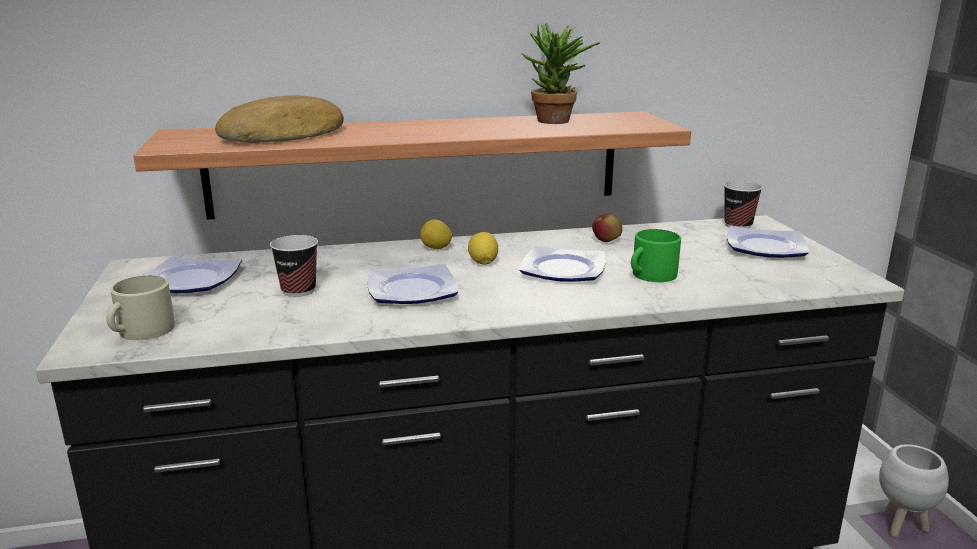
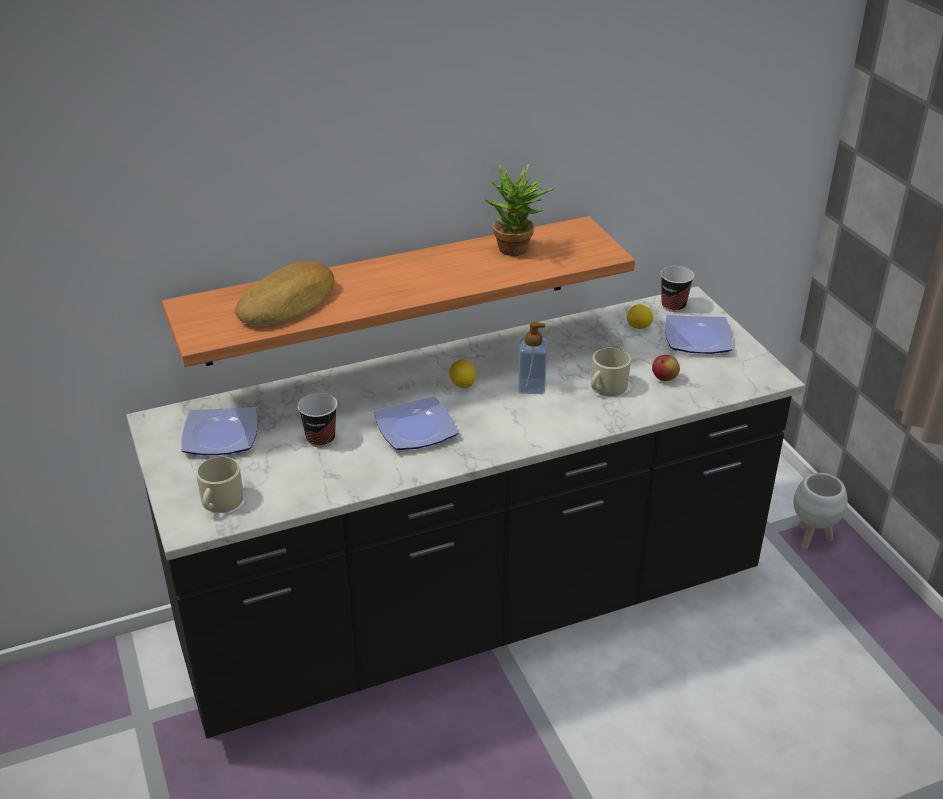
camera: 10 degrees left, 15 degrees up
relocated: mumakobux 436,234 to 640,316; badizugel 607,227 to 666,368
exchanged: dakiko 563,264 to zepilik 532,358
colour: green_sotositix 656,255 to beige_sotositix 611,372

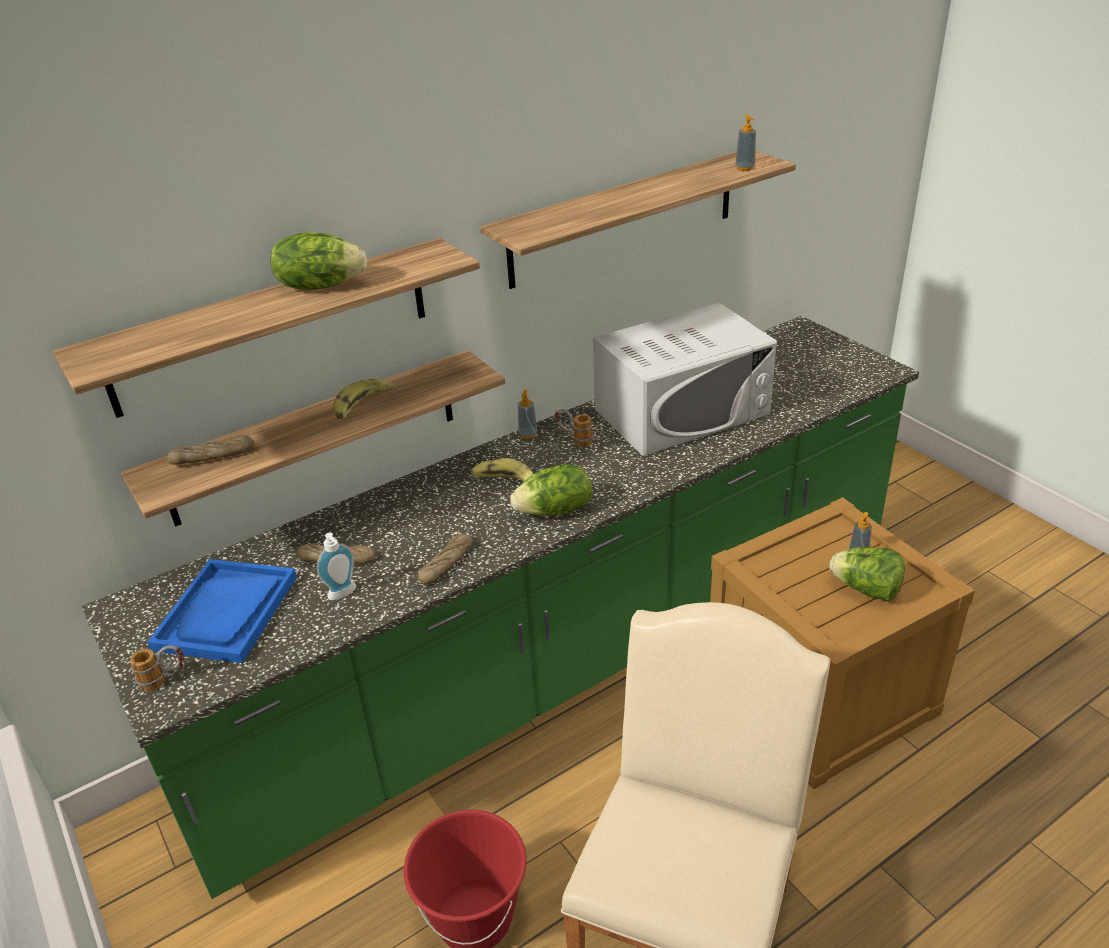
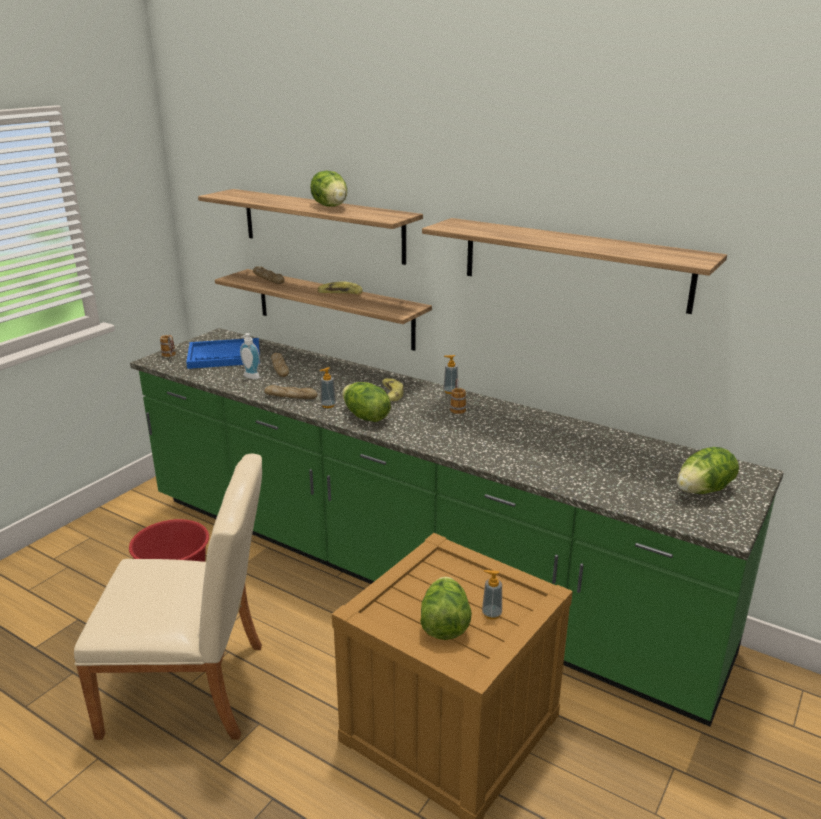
camera: 65 degrees right, 10 degrees down
missing: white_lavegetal 685,379
appeared: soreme 708,470
relocated: zepilik 745,142 to 328,387

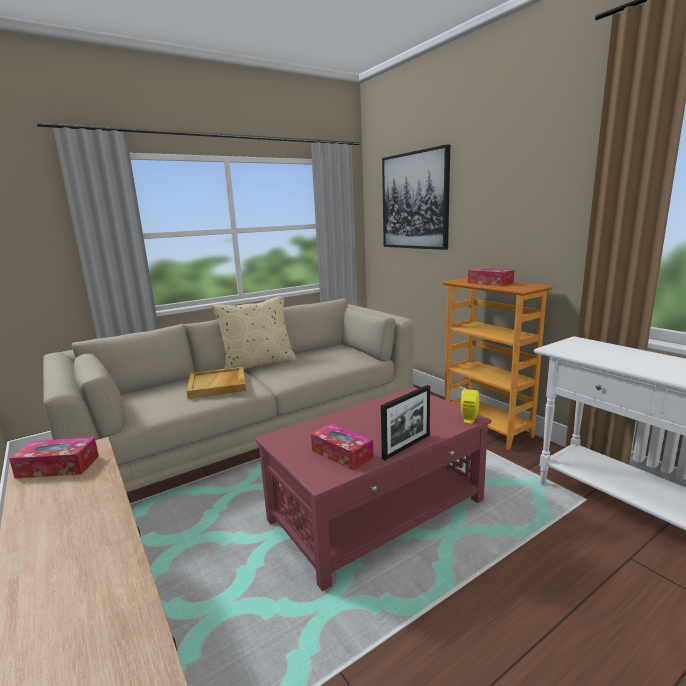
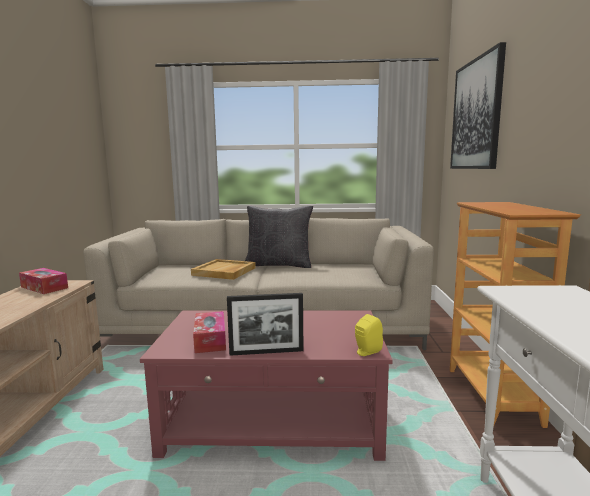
camera: 35 degrees right, 5 degrees down
missing: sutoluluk 491,277
colour: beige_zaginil 254,333 to black_zaginil 279,237

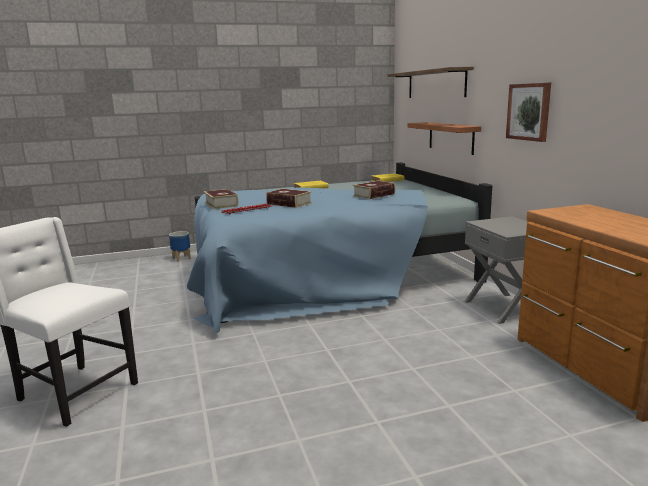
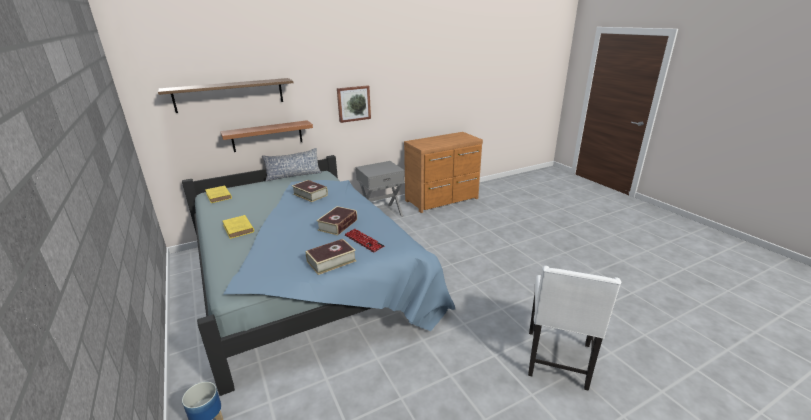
camera: 100 degrees left, 10 degrees up
appeared: zaginil 292,165

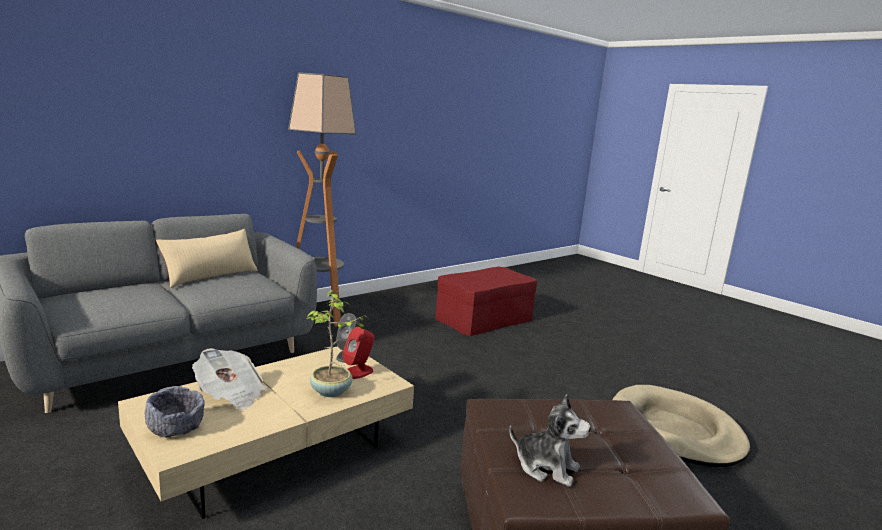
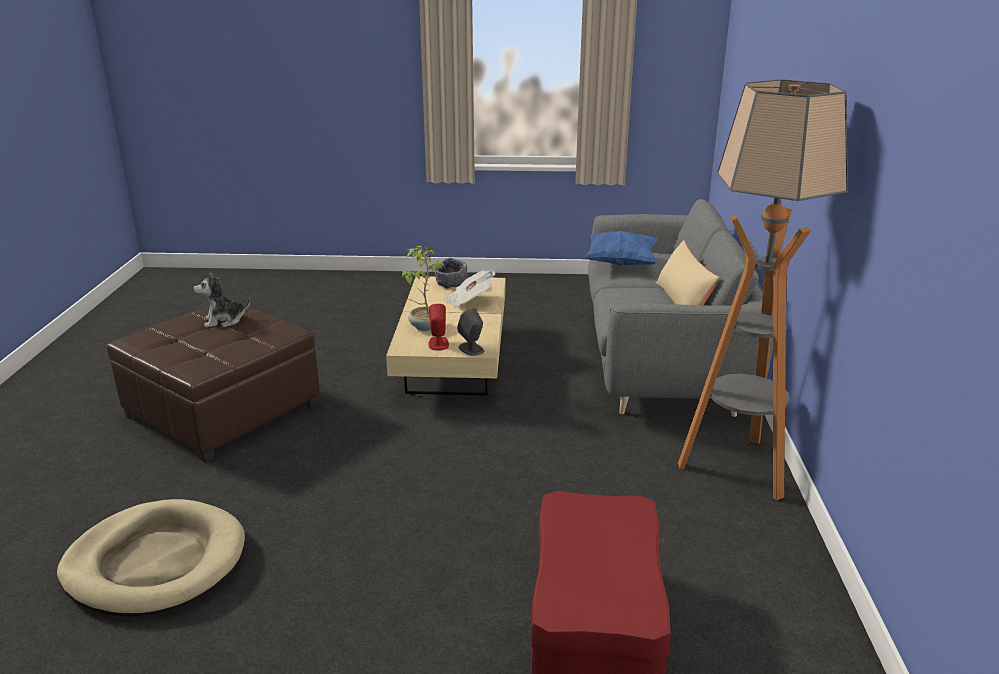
camera: 135 degrees right, 10 degrees up
appeared: blue_zaginil 621,248

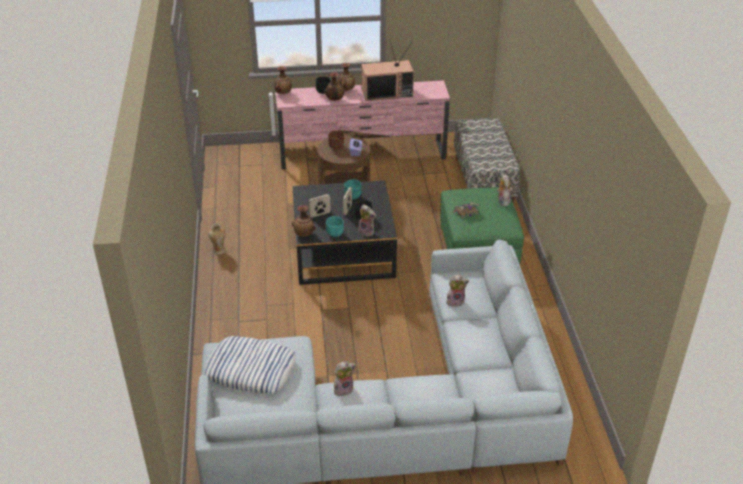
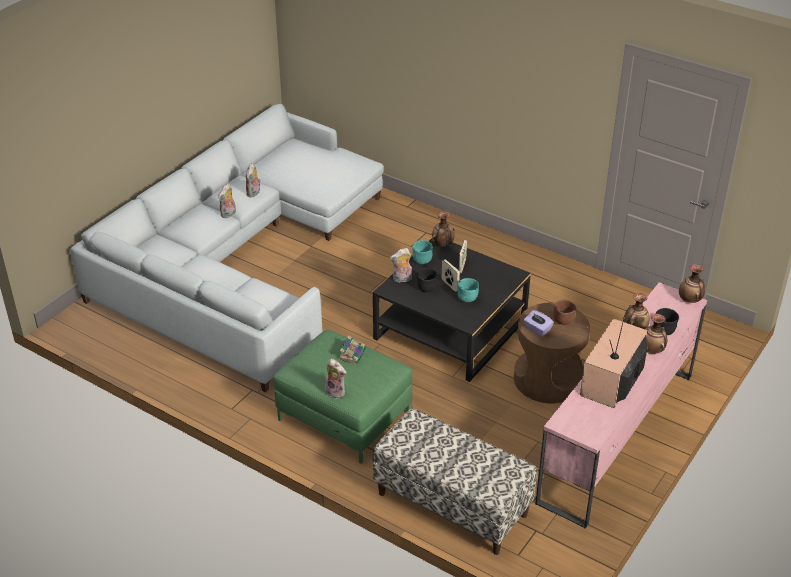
camera: 130 degrees right, 0 degrees up
missing: zaginil 250,365; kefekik 216,238
relocated: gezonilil 457,291 to 227,201

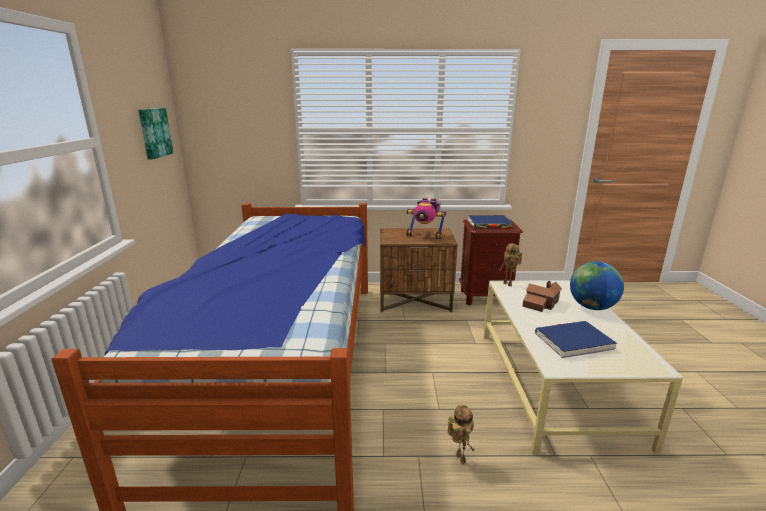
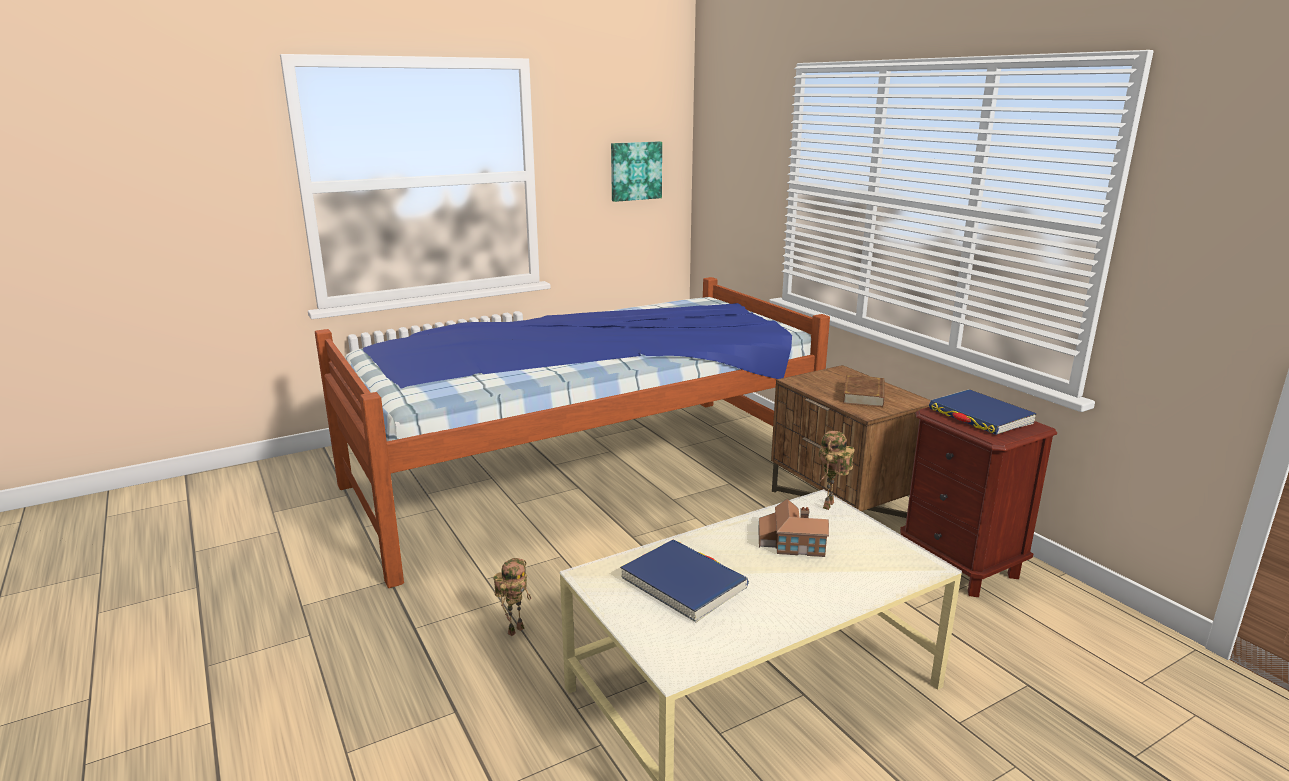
camera: 60 degrees right, 0 degrees up
missing: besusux 597,285
exchanged: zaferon 426,218 to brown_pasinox 864,391

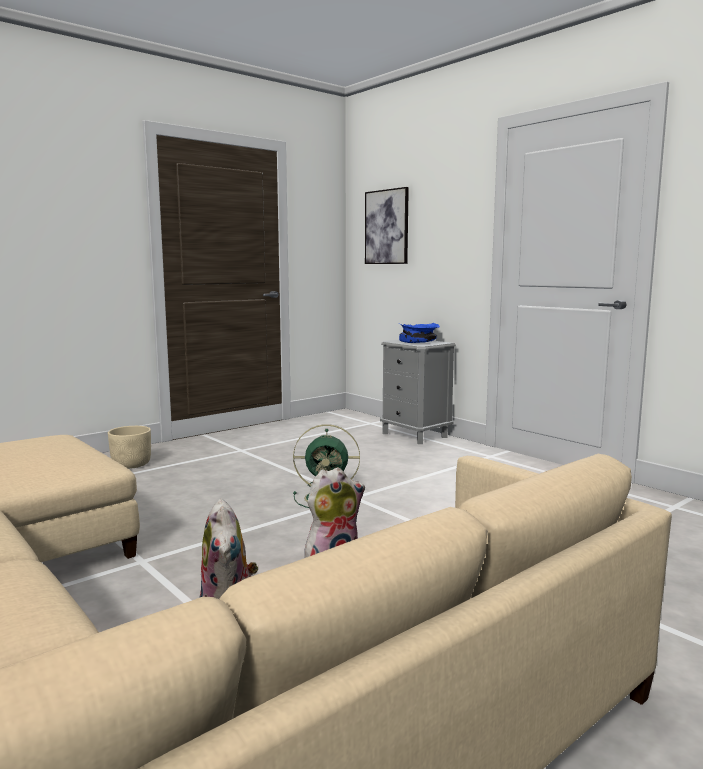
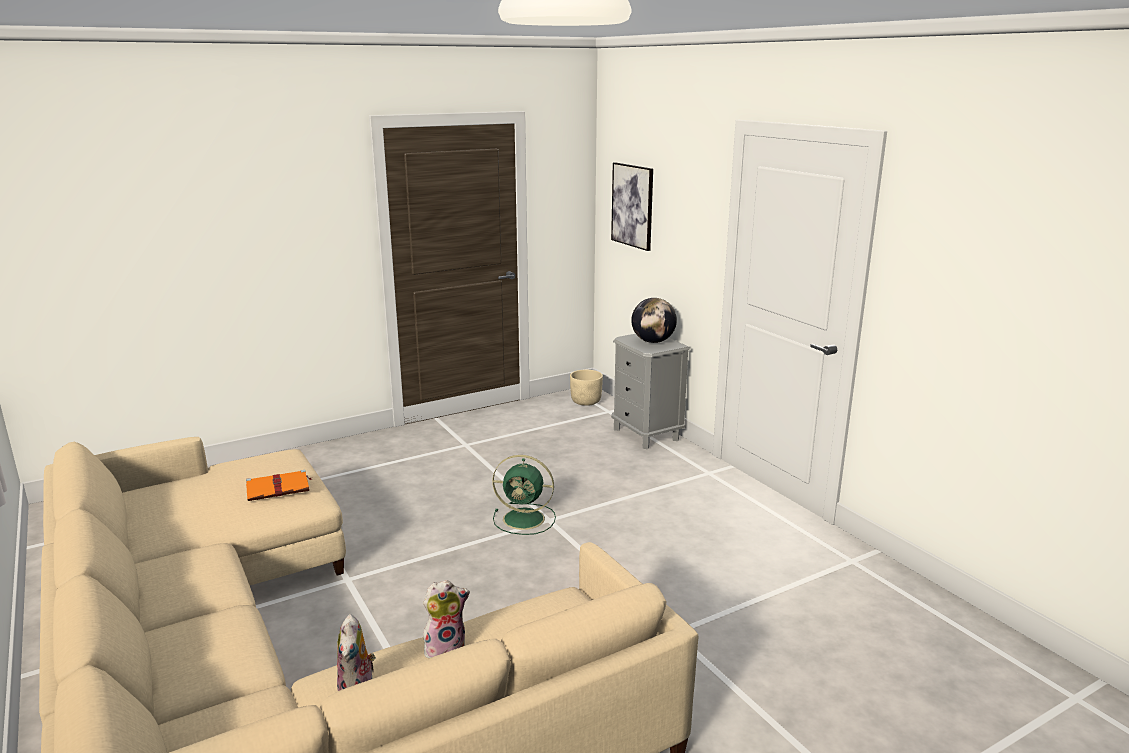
camera: 10 degrees right, 10 degrees up
appeared: orange_pasinox 278,485
relocated: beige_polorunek 129,447 to 586,388
exchanged: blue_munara 419,333 to besusux 654,320

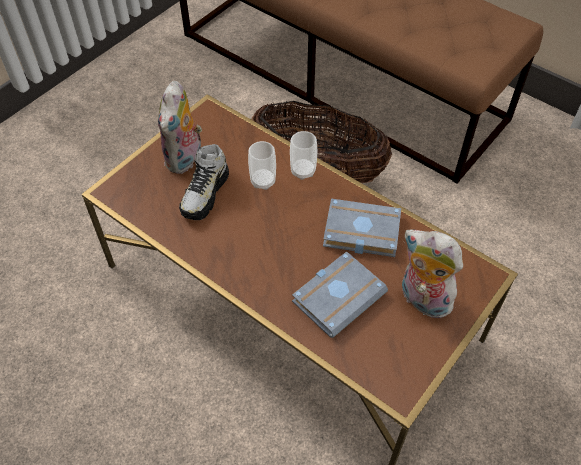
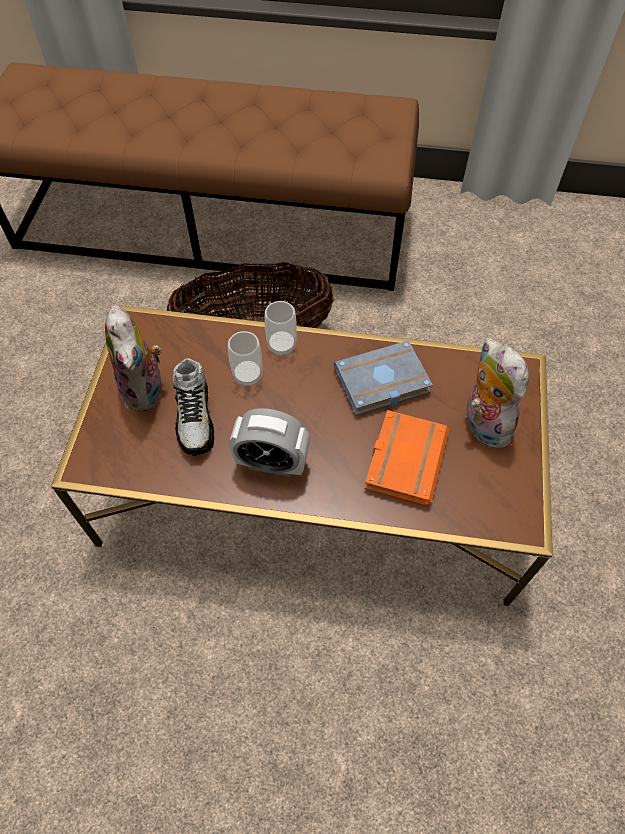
camera: 30 degrees left, 5 degrees up
appeared: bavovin 269,442
colour: grey_pasinox 340,294 to orange_pasinox 406,458
spun: gezonilil 432,274 = 496,393 60 degrees clockwise

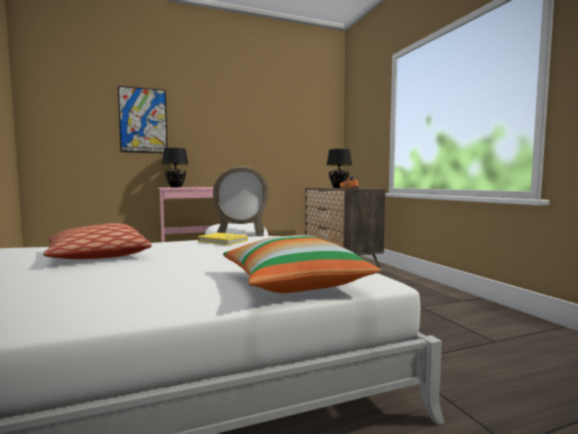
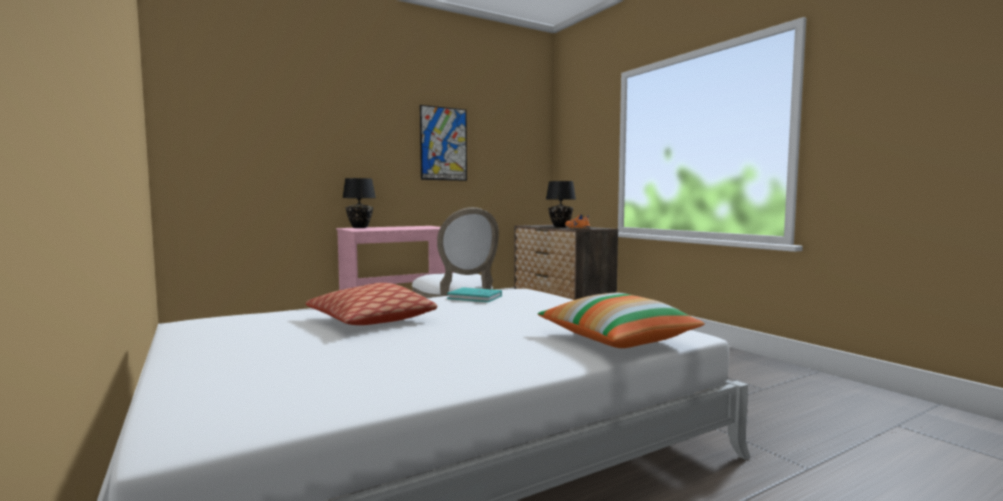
camera: 10 degrees left, 0 degrees up
relocated: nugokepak 143,119 to 443,143
colour: yellow_pasinox 223,239 to turquoise_pasinox 474,294

